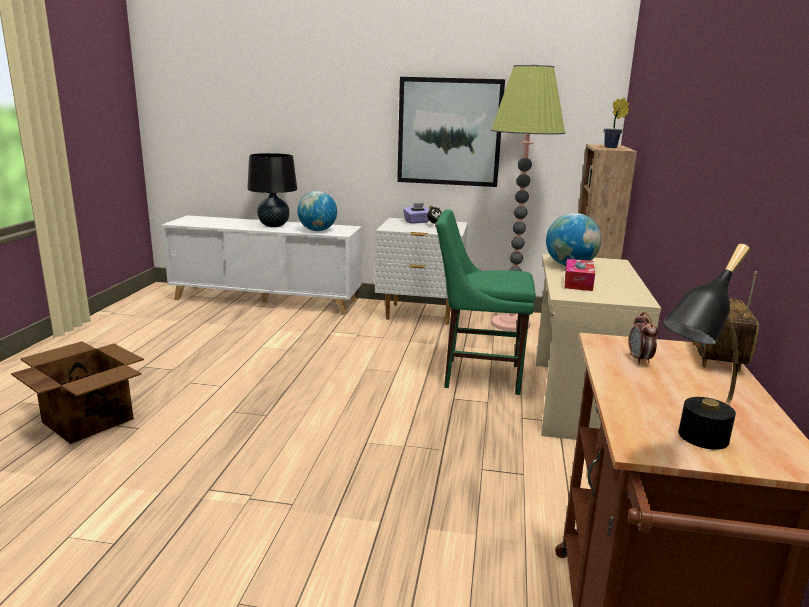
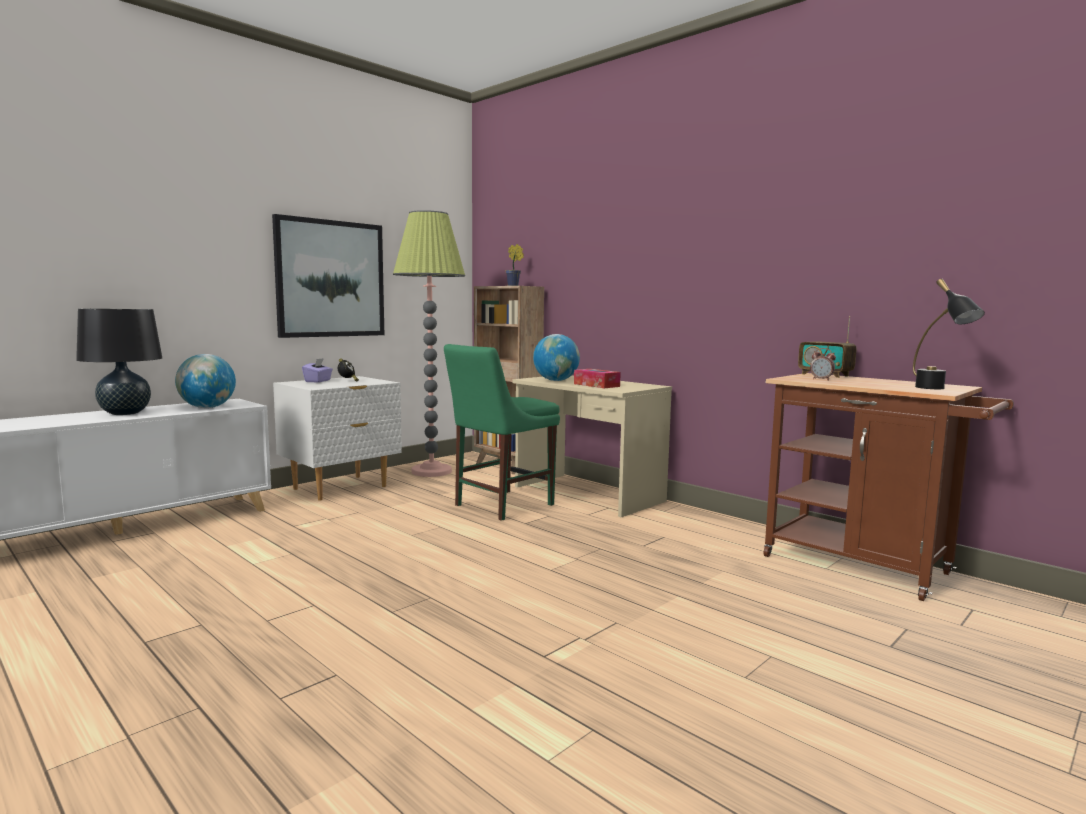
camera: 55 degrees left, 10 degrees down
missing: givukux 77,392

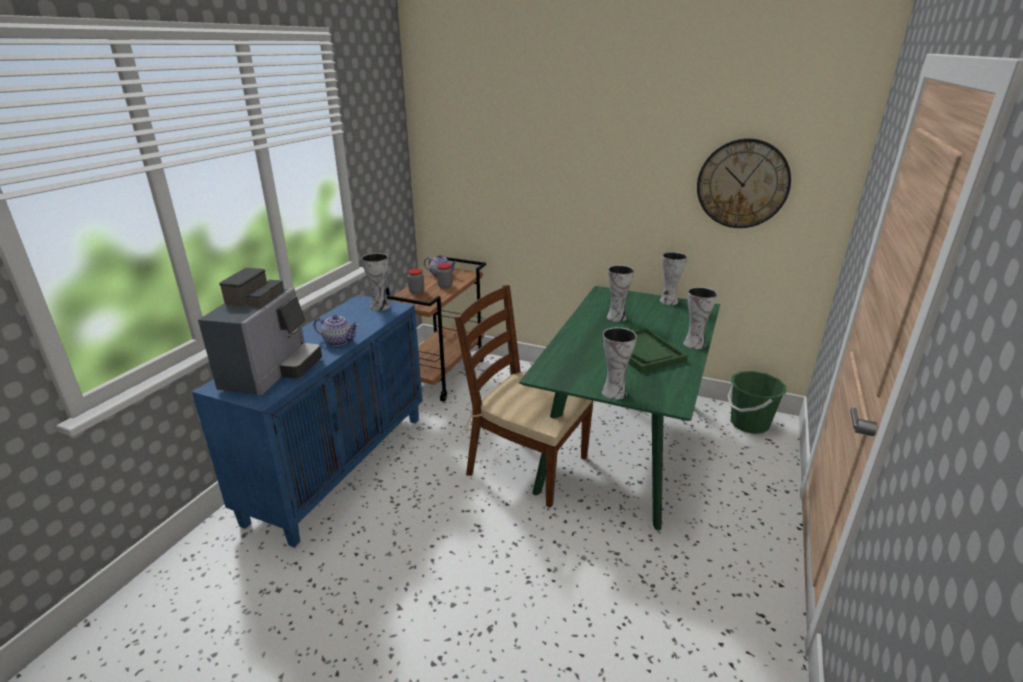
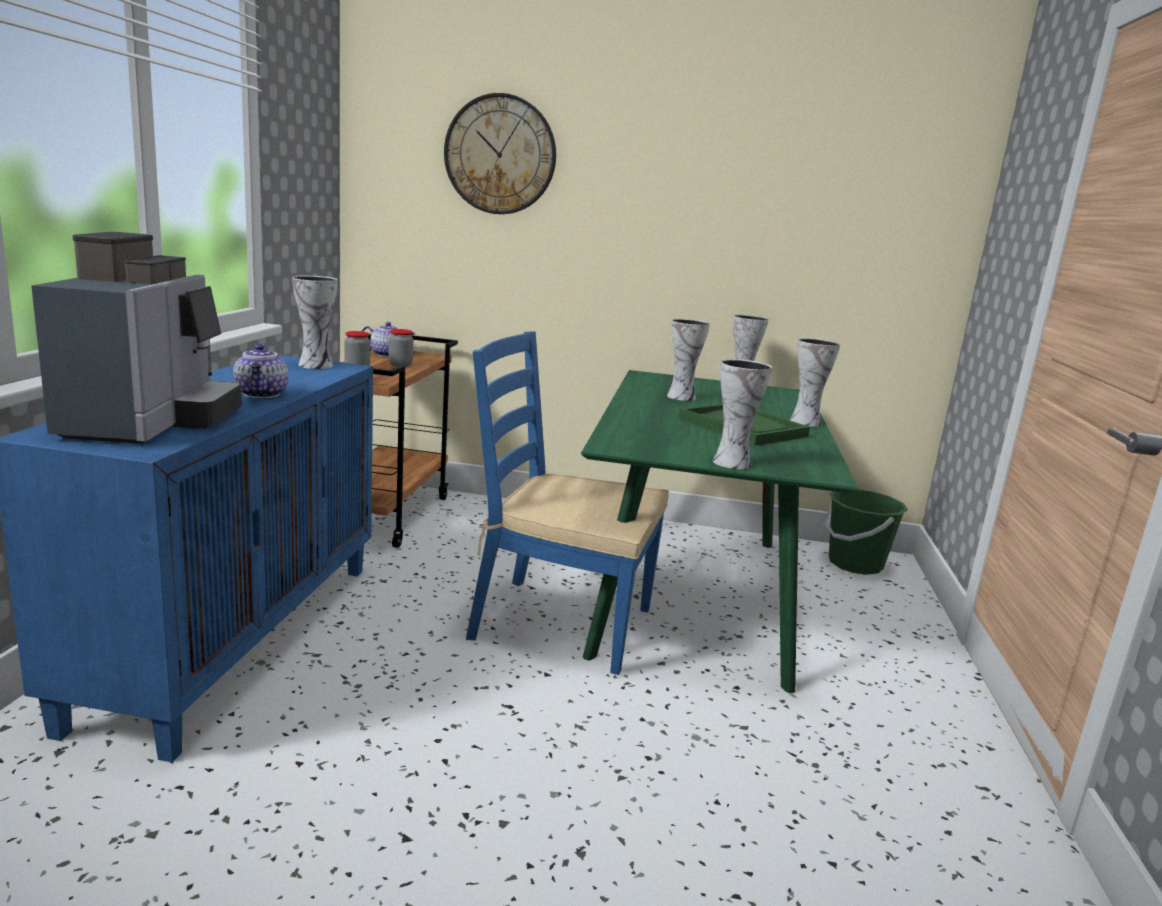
camera: 15 degrees left, 10 degrees down
relocated: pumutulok 744,183 to 500,153
colour: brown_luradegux 524,396 to blue_luradegux 567,503
spun: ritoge 336,330 = 260,371 75 degrees clockwise

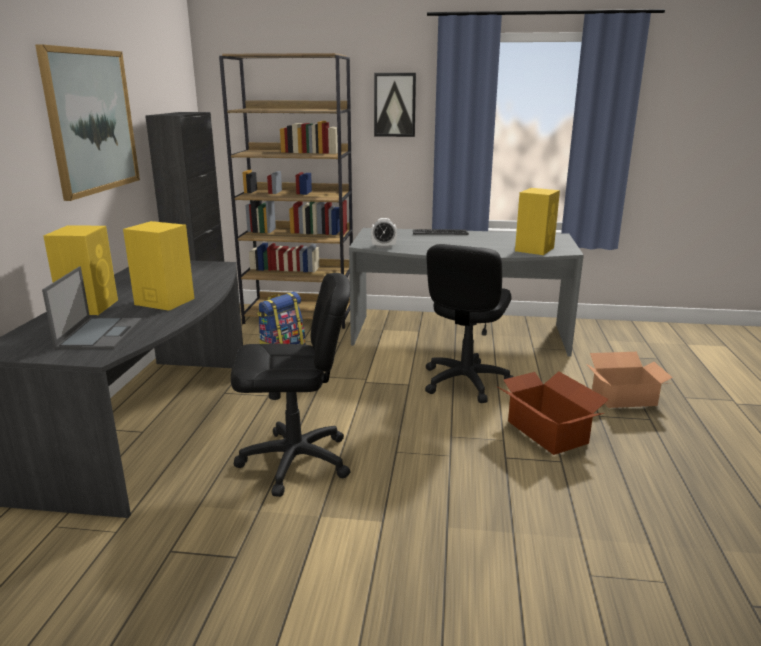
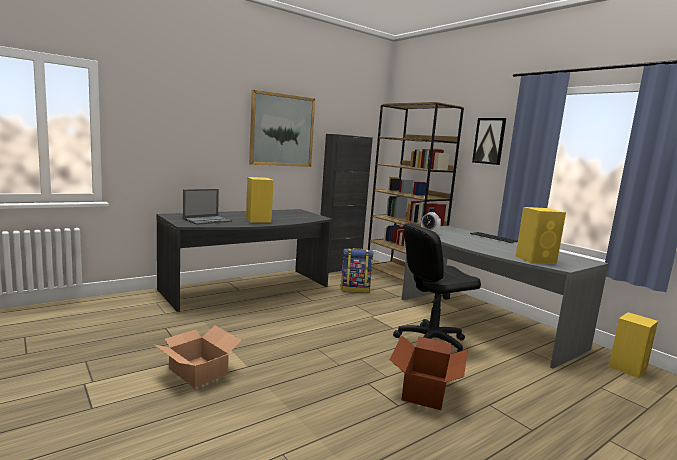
camera: 45 degrees right, 10 degrees down
missing: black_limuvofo 291,385
relocated: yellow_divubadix 80,270 to 633,345; givukux 629,380 to 198,357

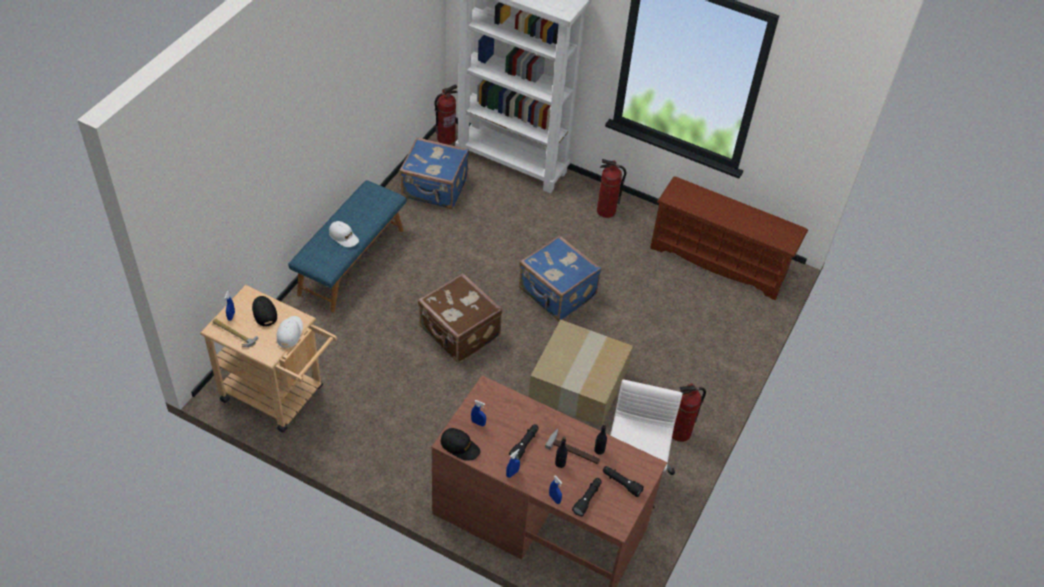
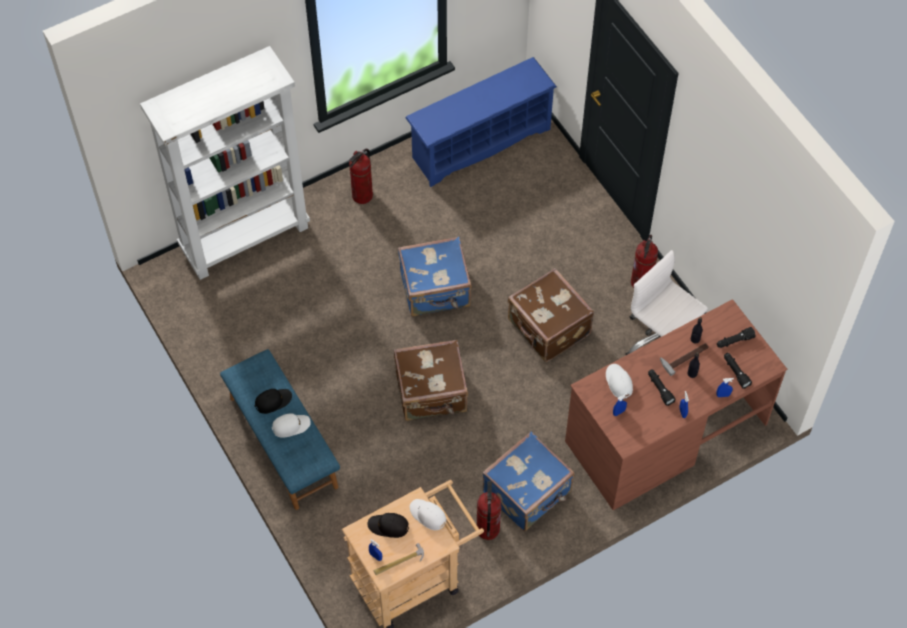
camera: 55 degrees left, 10 degrees up
appeared: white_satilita 619,381
relocated: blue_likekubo 434,173 to 528,481; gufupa 446,115 to 489,510; black_satilita 460,444 to 273,401
exchanged: givukux 580,373 to brown_likekubo 551,315
colour: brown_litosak 729,238 to blue_litosak 481,122

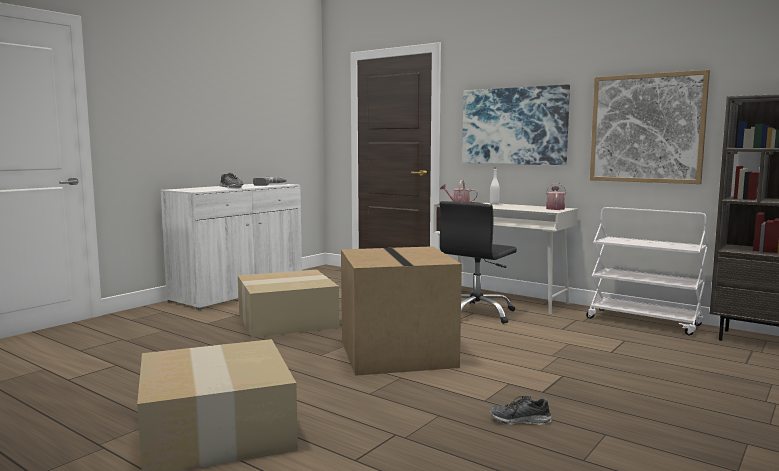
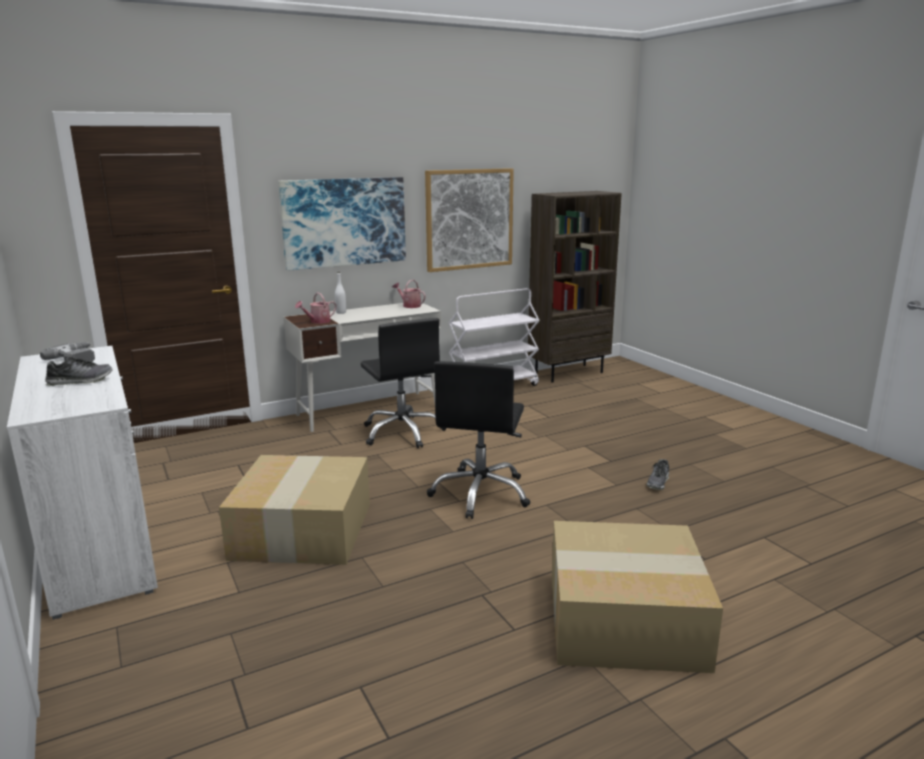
camera: 65 degrees left, 10 degrees up
exchanged: givukux 401,311 to black_limuvofo 478,440

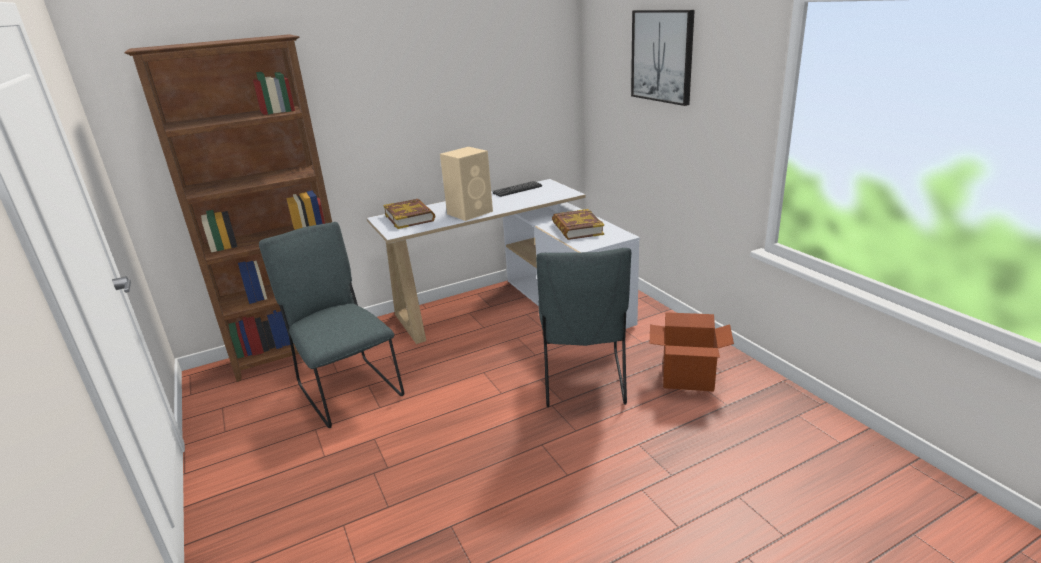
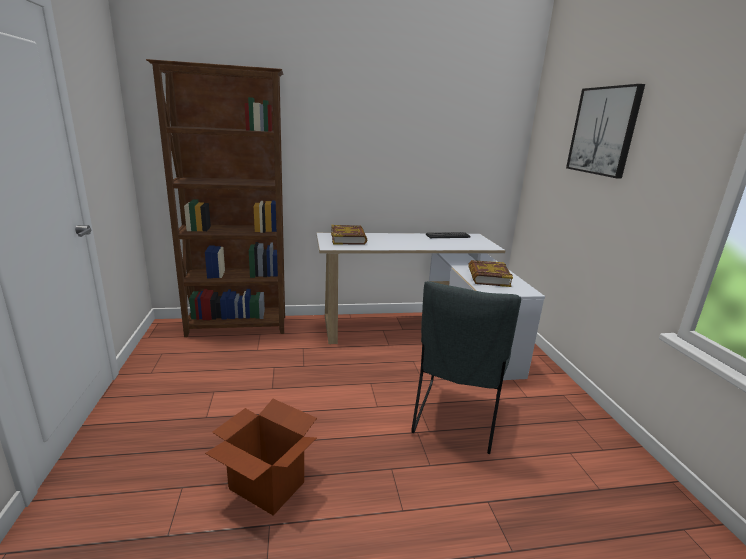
camera: 15 degrees right, 5 degrees down
missing: grey_luradegux 331,325; beige_divubadix 466,184
relocated: givukux 692,352 to 261,457

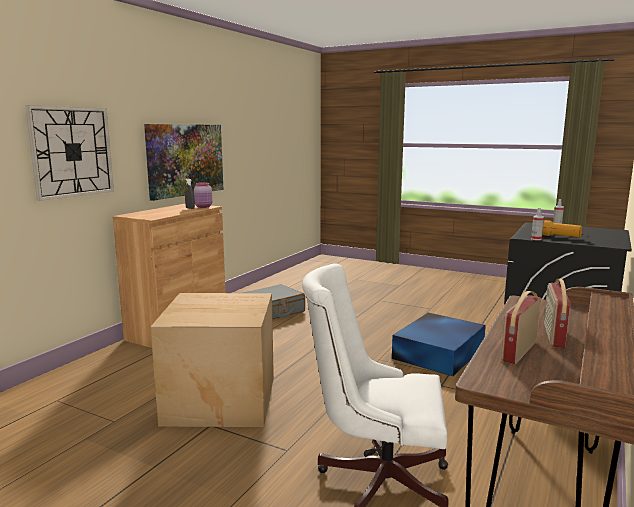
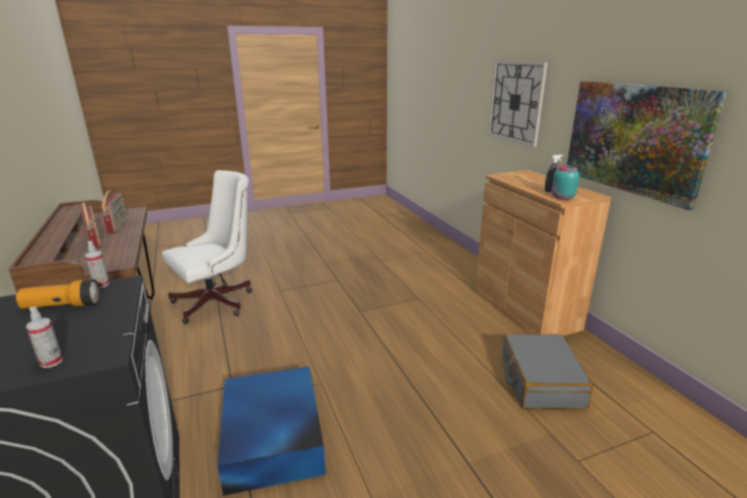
camera: 130 degrees right, 10 degrees up
missing: givukux 212,360
colour: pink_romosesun 203,195 to turquoise_romosesun 565,182

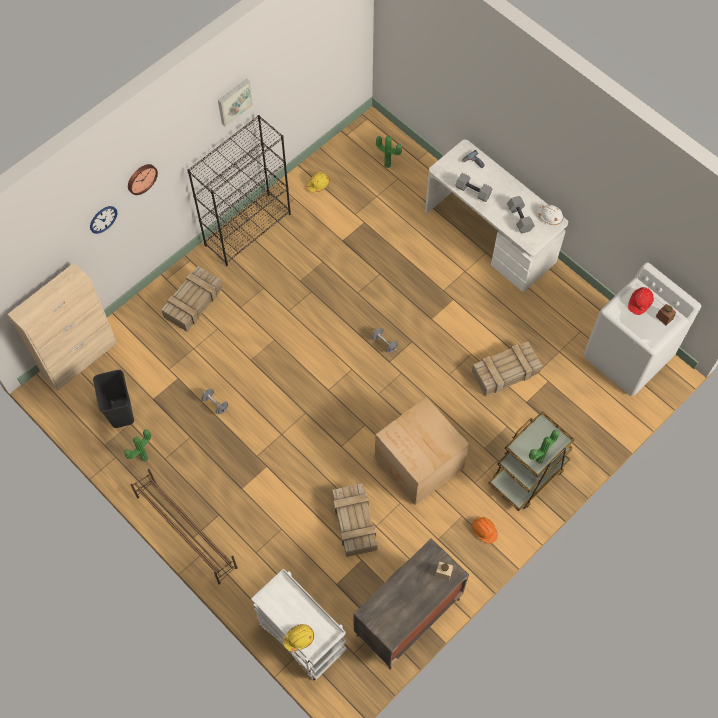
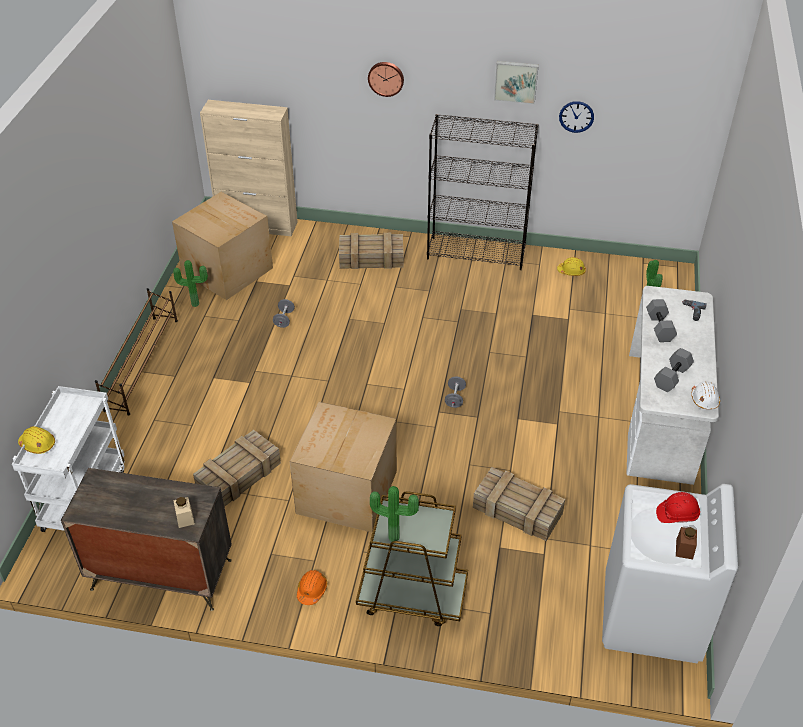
camera: 55 degrees right, 20 degrees down
relocated: pumutulok 104,220 to 576,117
exchanged: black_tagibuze 113,399 to givukux 222,246

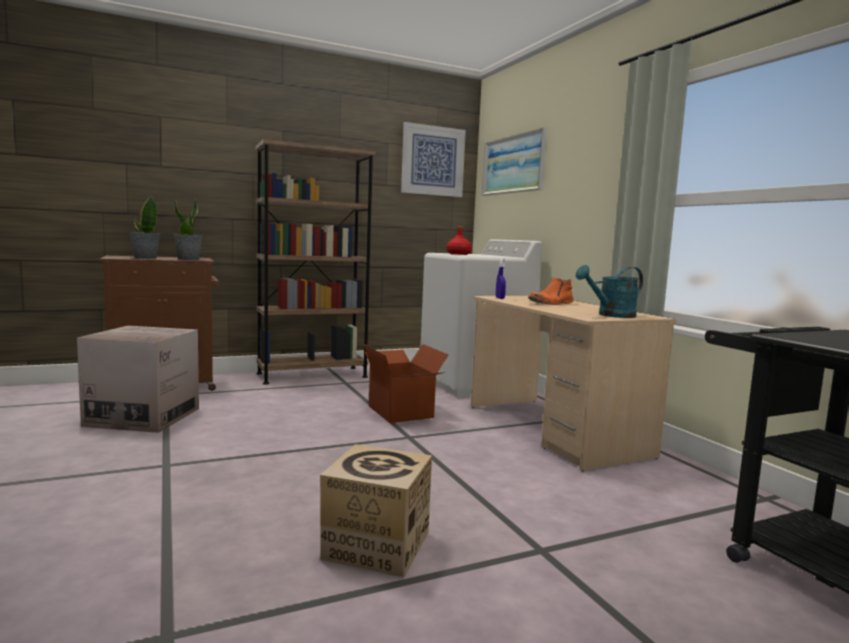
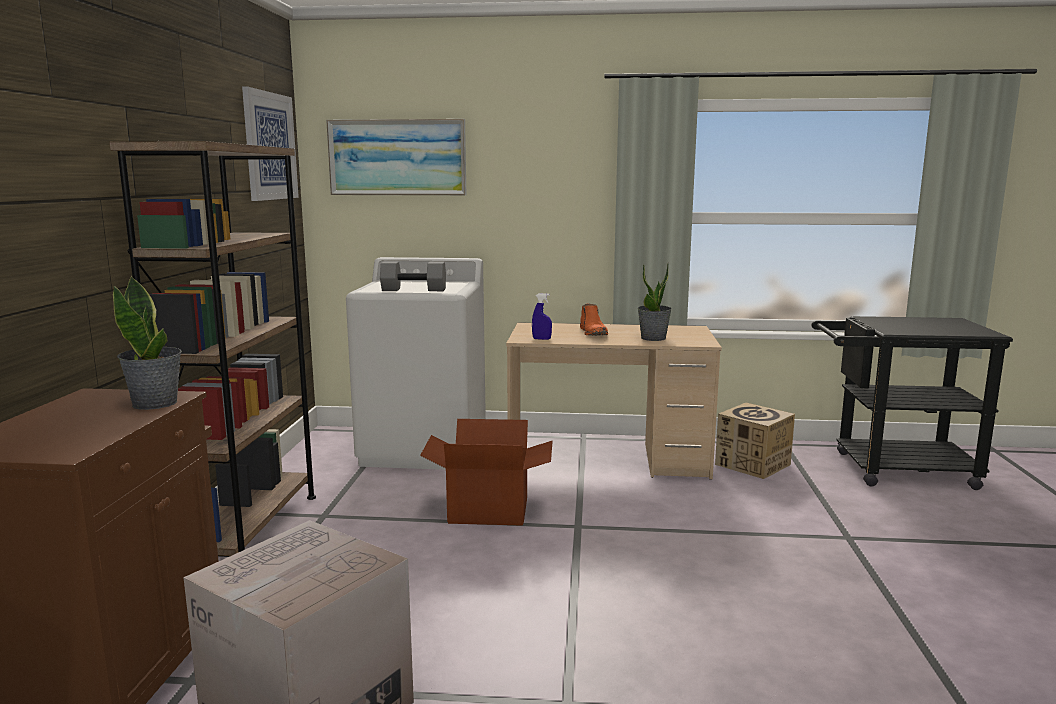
camera: 60 degrees left, 5 degrees up
missing: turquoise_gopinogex 609,291
relocated: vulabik 144,227 to 654,302; givukux 376,511 to 755,441
exchanged: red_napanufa 459,240 to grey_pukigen 413,276

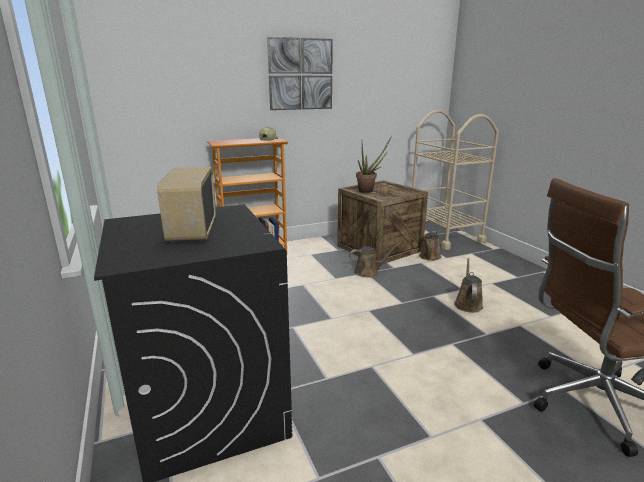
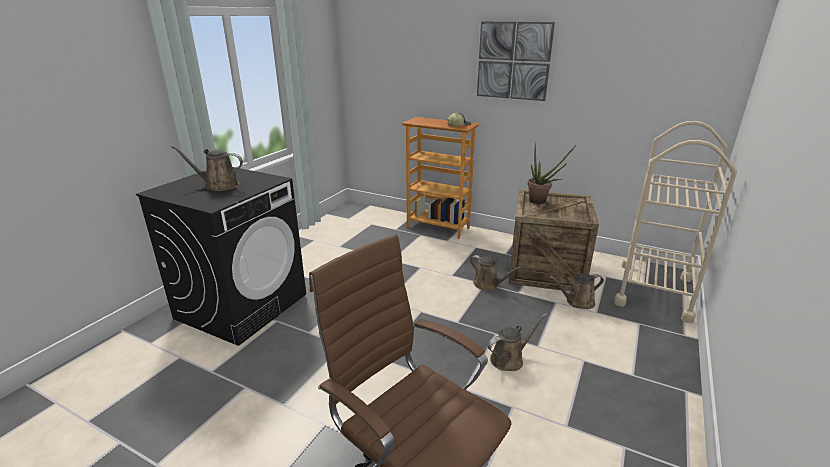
camera: 50 degrees right, 5 degrees up
exchanged: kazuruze 186,205 to brown_gopinogex 207,168

